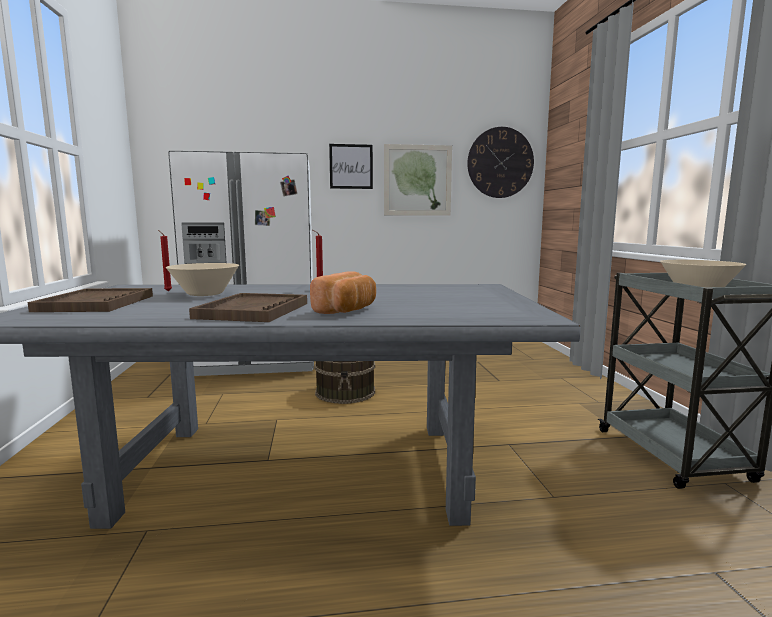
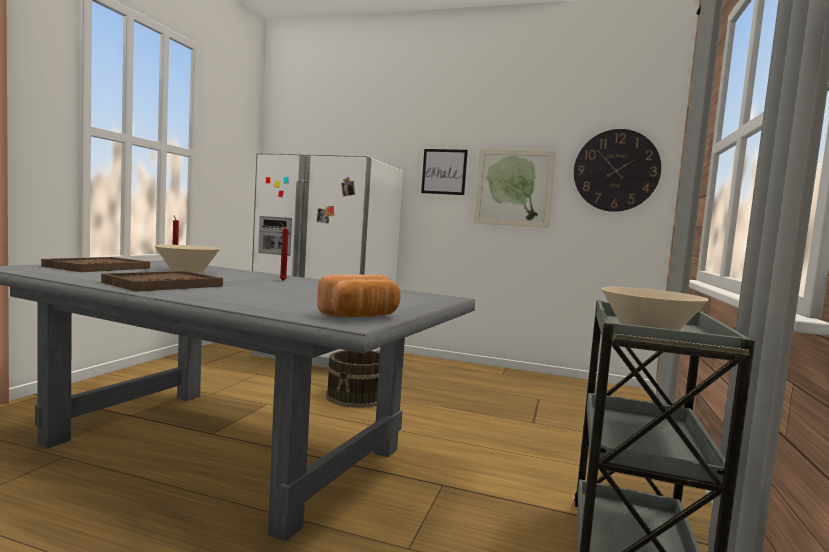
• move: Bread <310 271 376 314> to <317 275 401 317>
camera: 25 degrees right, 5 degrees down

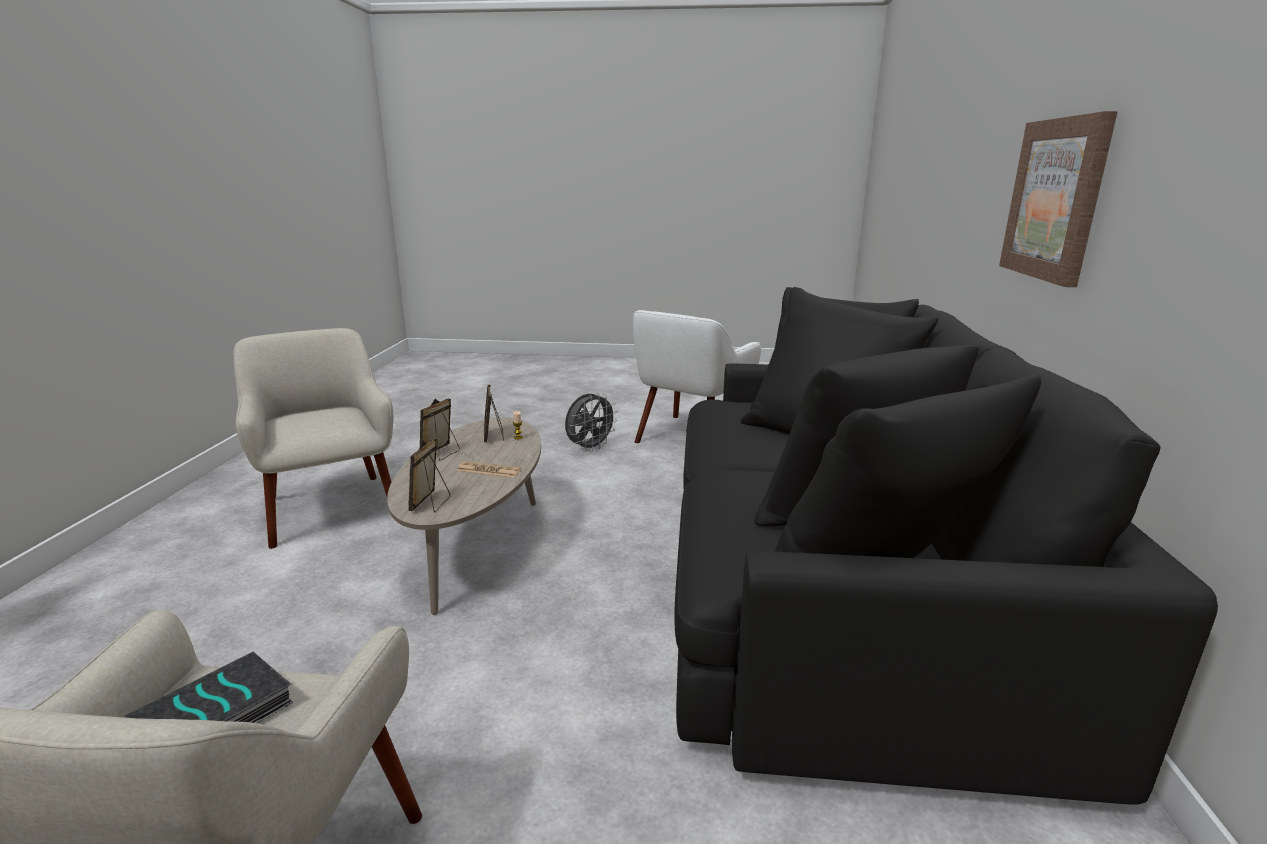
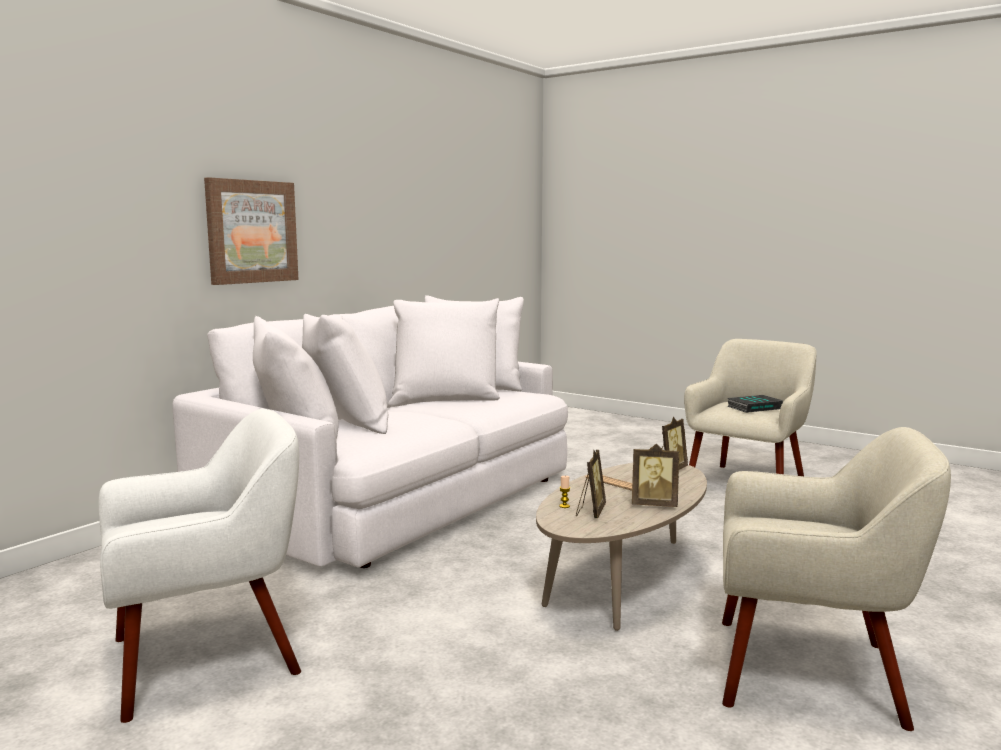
• recolor: BlackSofa <674 287 1218 805> to WhiteSofa <172 295 568 568>
• rotate: BeigeArmchair <233 328 393 549> = <722 427 951 731> 75 degrees counterclockwise
• delete: GreyFan <565 392 618 452>
• rotate: PictureFrame <420 398 460 460> = <632 444 679 507> 45 degrees clockwise
camera: 150 degrees left, 10 degrees down

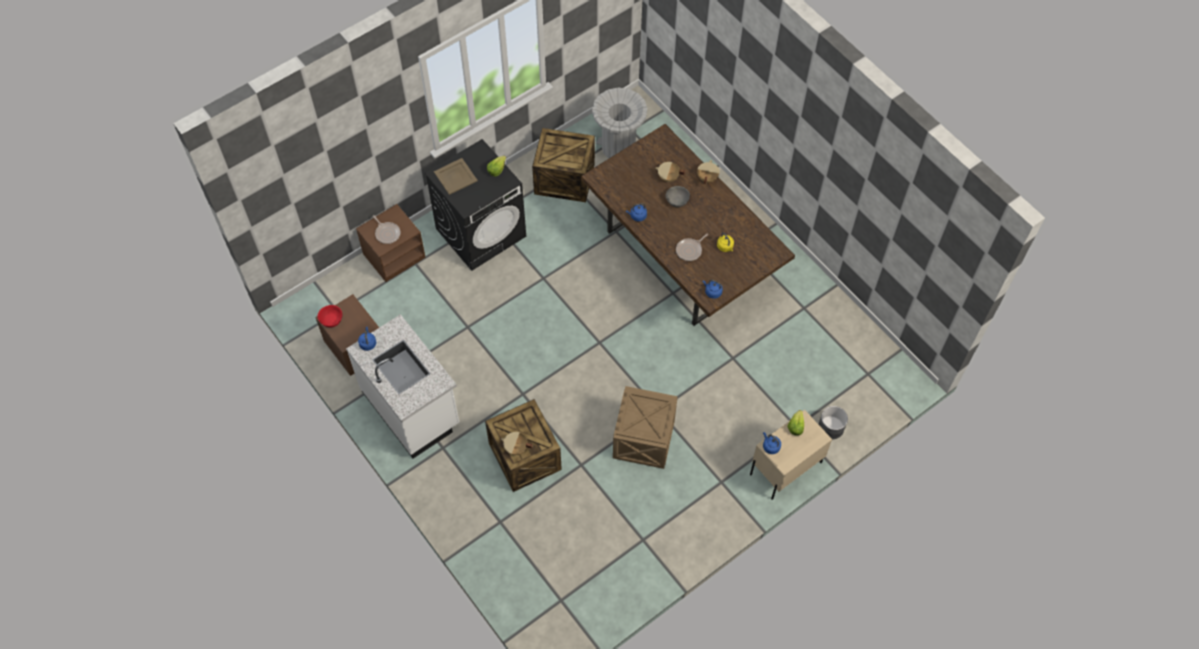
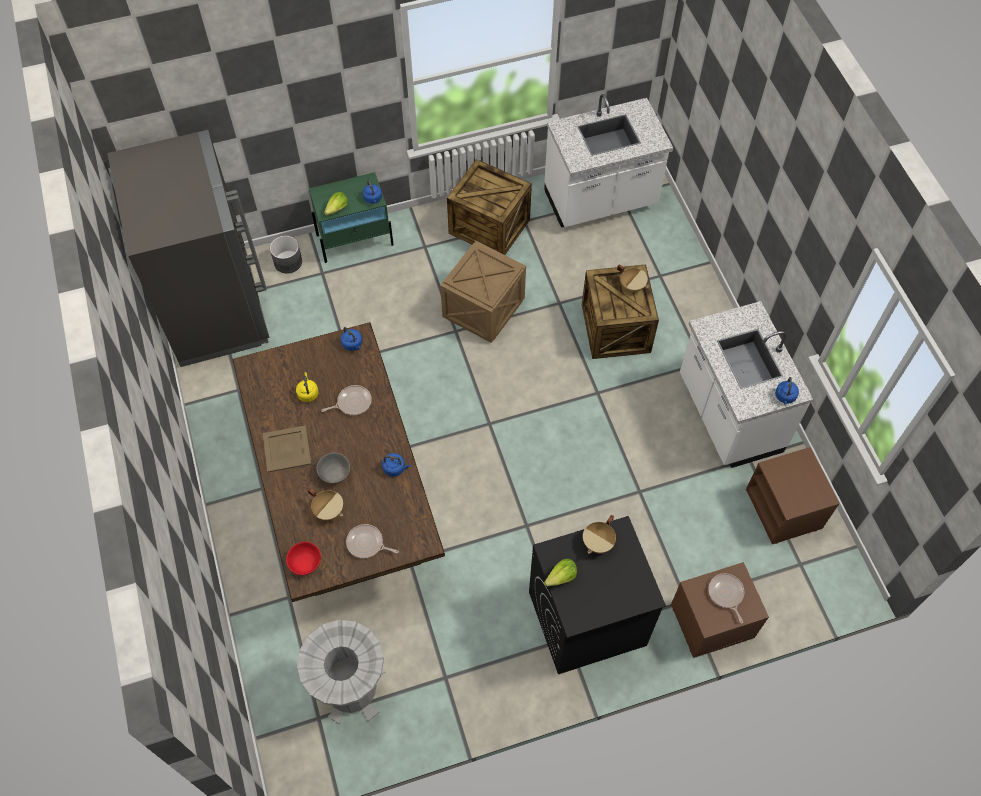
• move: Crate <532 128 595 202> to <447 160 532 255>
• move: BeigeTray <434 158 478 195> to <263 425 311 472>
• move: BeigeCookingPot <697 160 720 184> to <583 515 616 554>
• move: RedBowl <318 305 342 328> to <286 542 321 575>
• recolor: BeigeNightstand <750 410 832 500> to GreenNightstand <309 172 394 263>
• insert: WhiteCounter <544 94 673 227>
• insert: GreyFridge <107 130 269 367>
• insert: FryingPan <346 524 399 559>
camera: 160 degrees left, 0 degrees up

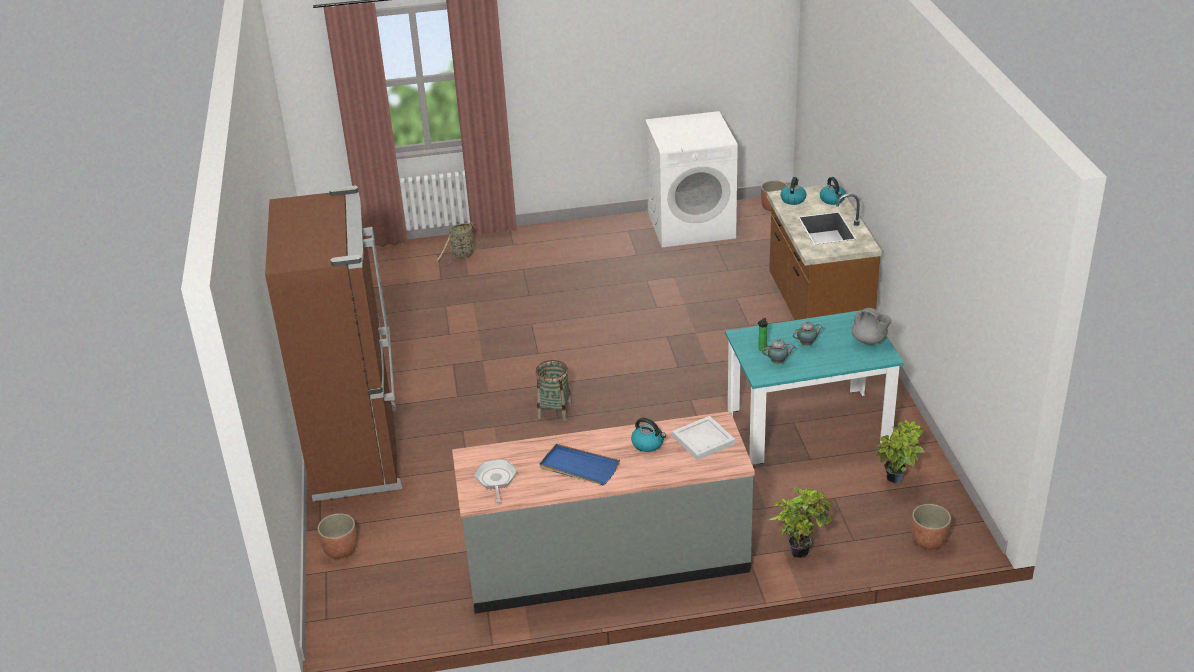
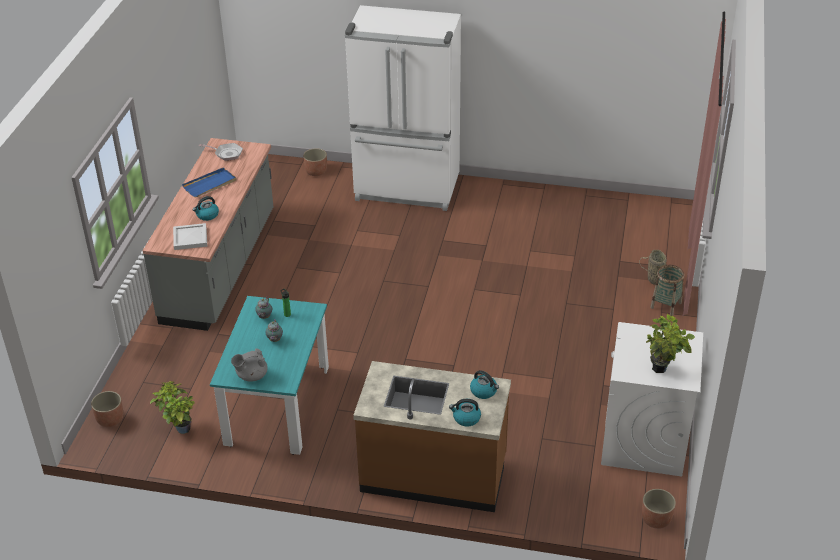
• recolor: BrownFridge <265 186 402 501> to WhiteFridge <345 5 461 211>
• move: Basket <536 360 572 421> to <650 265 684 316>
• move: PottedPlant <769 487 832 558> to <646 314 695 373>
camera: 110 degrees right, 5 degrees up

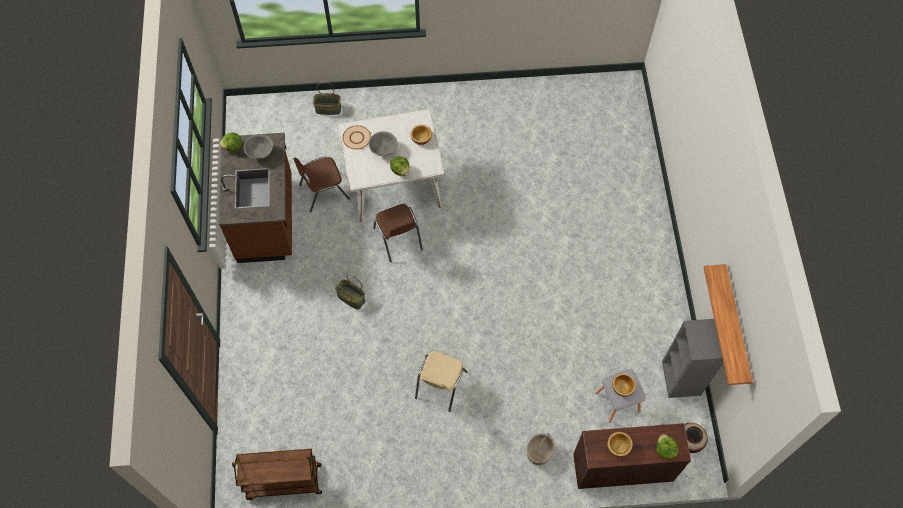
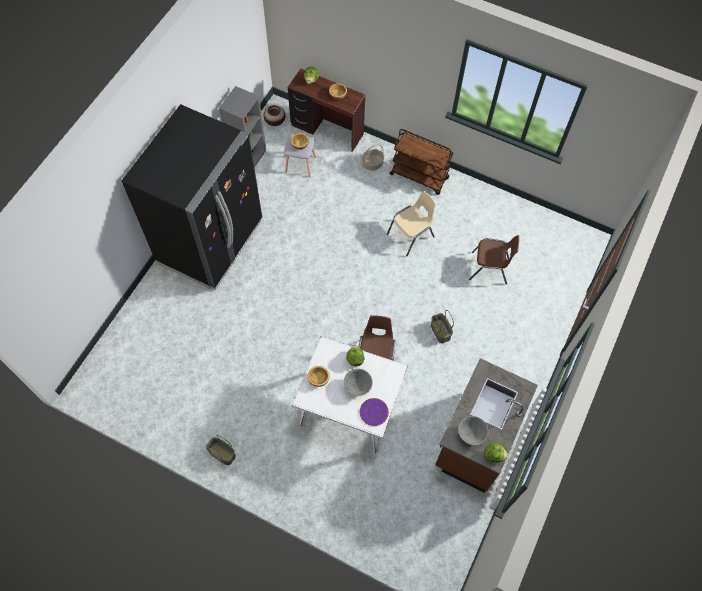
• move: Basket <313 82 341 115> to <206 435 236 465>
• recolor: BeigePlate <343 125 371 149> to PurplePlate <360 398 389 426>
• move: BrownChair <293 157 350 212> to <469 235 519 285>
• delete: Shelf <704 264 753 385>
• move: BrownCart <232 449 322 500> to <390 129 453 195>
• insert: BlackFridge <122 104 262 290>
camera: 150 degrees left, 0 degrees up

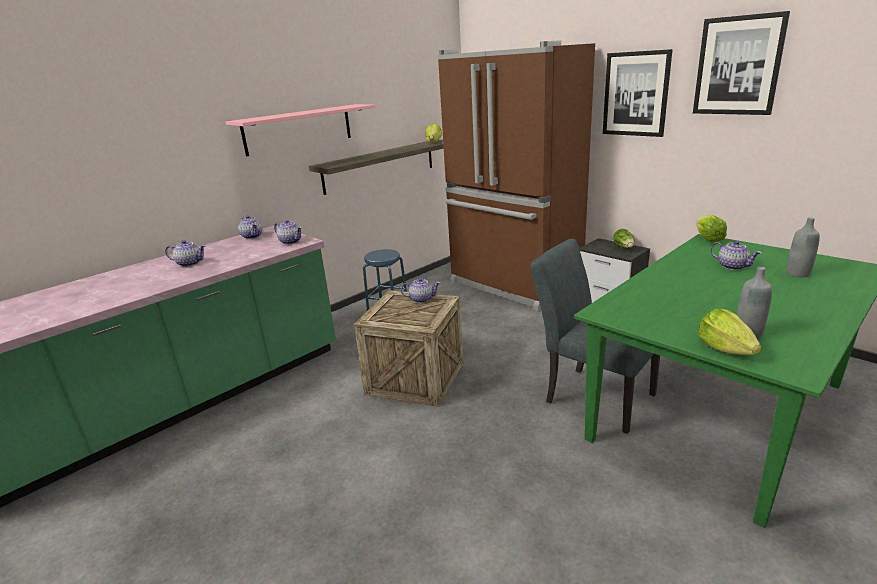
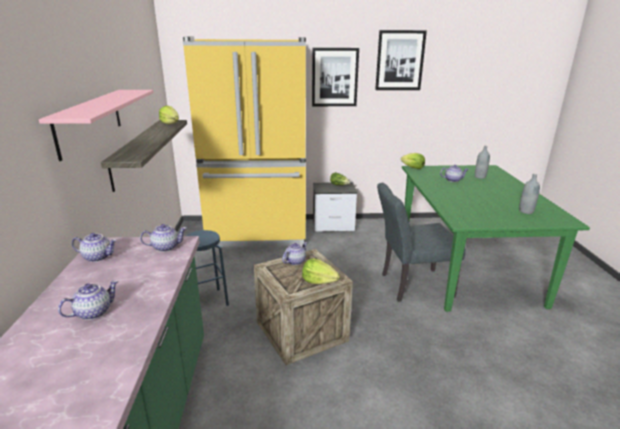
• recolor: BrownFridge <438 40 595 311> to YellowFridge <183 37 306 247>
• move: Lettuce <698 309 761 355> to <302 258 340 284>
camera: 50 degrees left, 0 degrees up

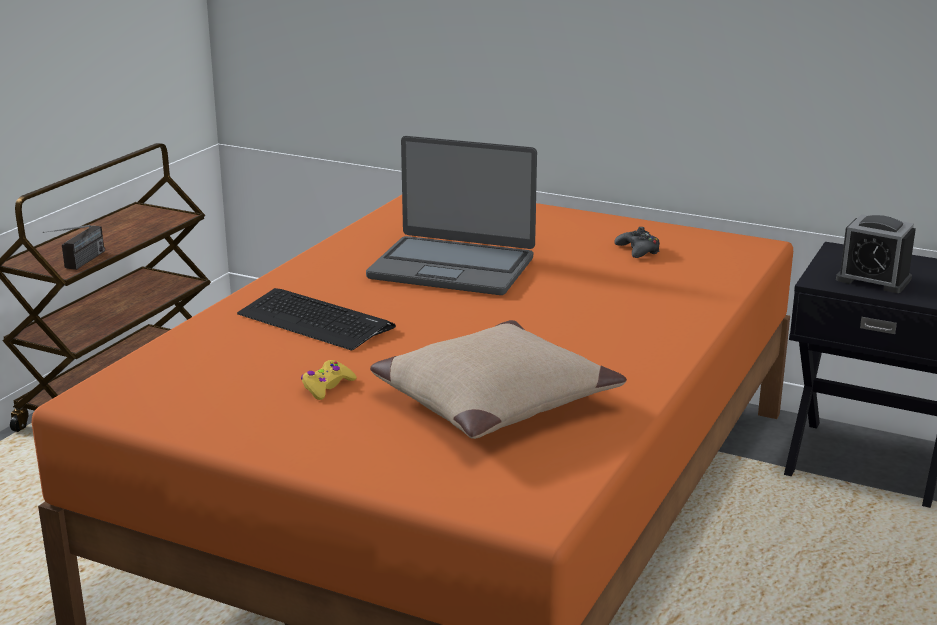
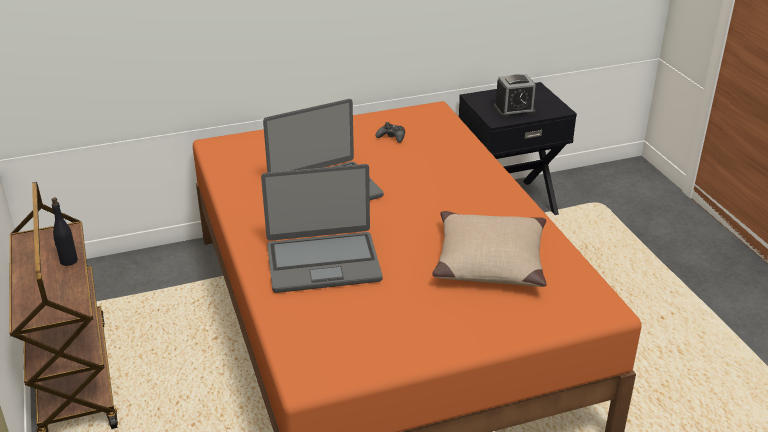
• delete: Radio <43 225 105 270>
• replace: Keyboard <237 288 396 351> to Laptop <261 164 383 293>
• delete: YellowGameController <301 360 357 400>
• insert: BlackBottle <51 197 78 266>
camera: 45 degrees left, 10 degrees up

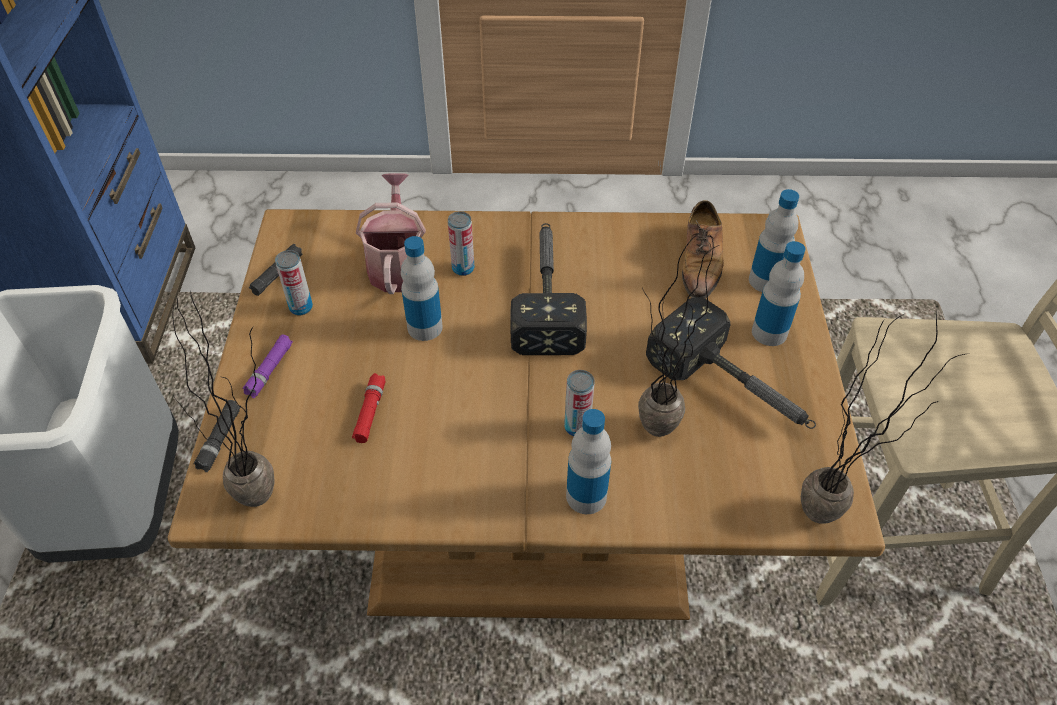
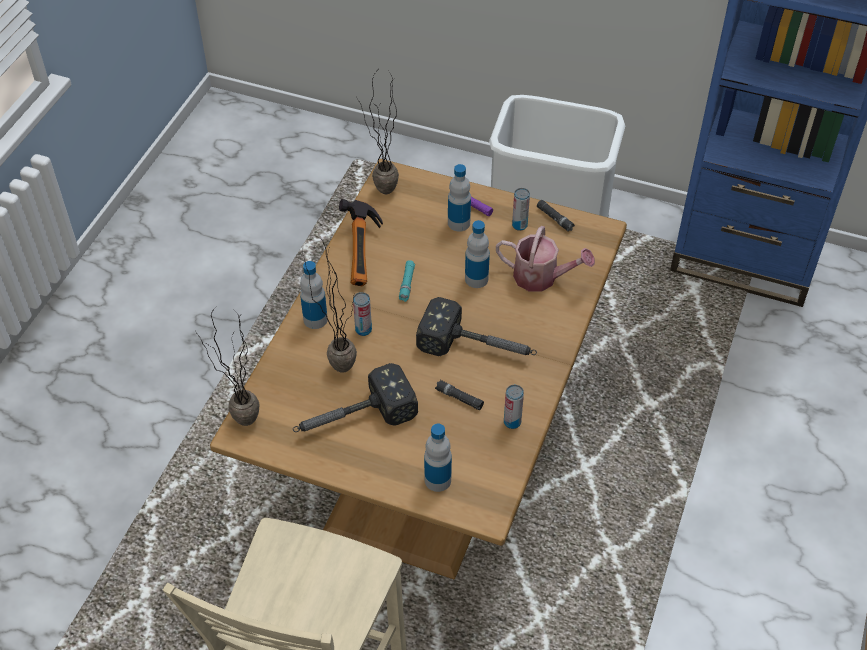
• delete: Shoe <682 200 724 299>
• move: Can <448 211 474 276> to <504 385 524 429>
• move: Bottle <752 241 805 346> to <448 164 471 232>
• delete: RedFlashlight <352 373 386 443>
• move: BlackFlashlight <194 400 241 472> to <435 380 484 410>
• insert: Hammer <339 199 383 286>
• insert: TurquoiseFlashlight <399 260 415 302>
camera: 110 degrees right, 0 degrees up

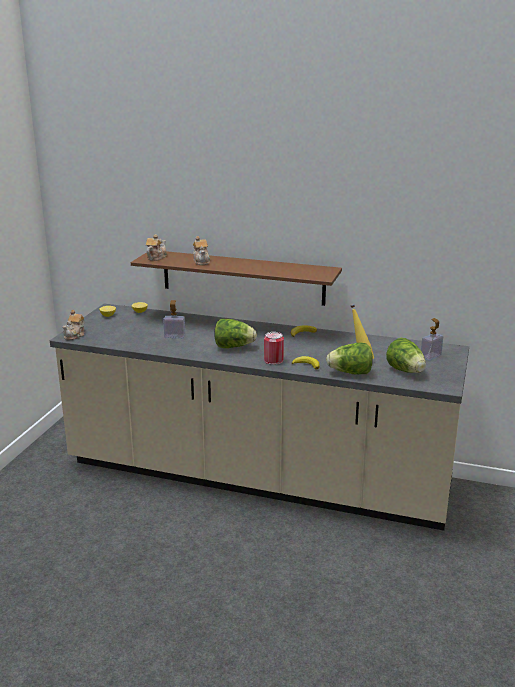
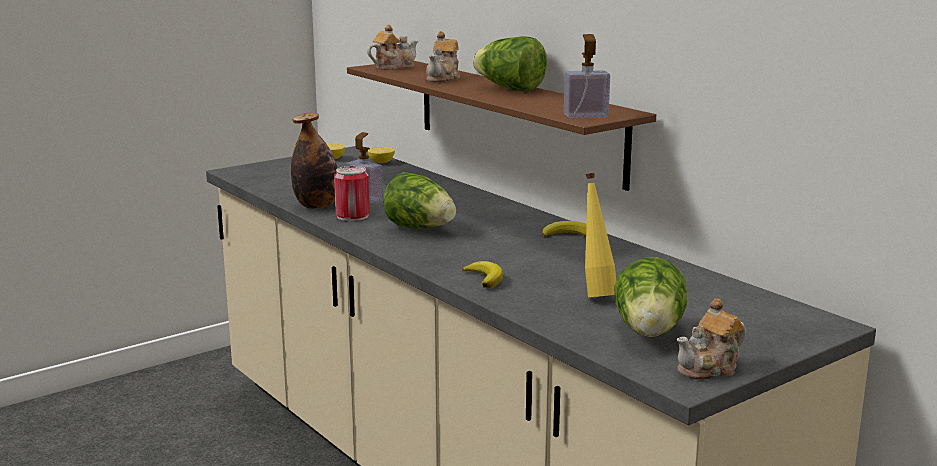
• move: Teapot <63 310 85 340> to <677 298 746 380>
• move: SoapDispenser <421 318 443 361> to <564 34 610 118>
• move: Can <264 332 284 365> to <334 166 370 221>
• move: Lettuce <326 343 373 374> to <473 36 547 91>
• insert: Bottle <291 112 338 209>
camera: 35 degrees right, 5 degrees down

